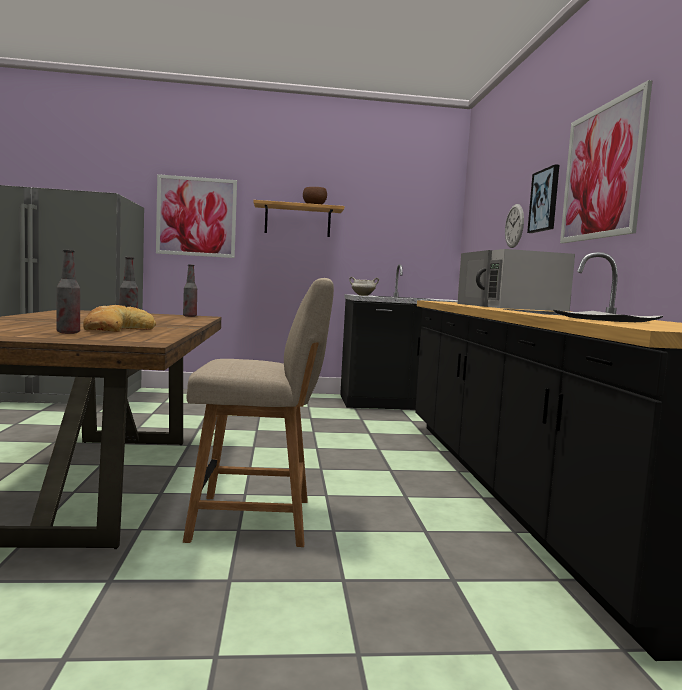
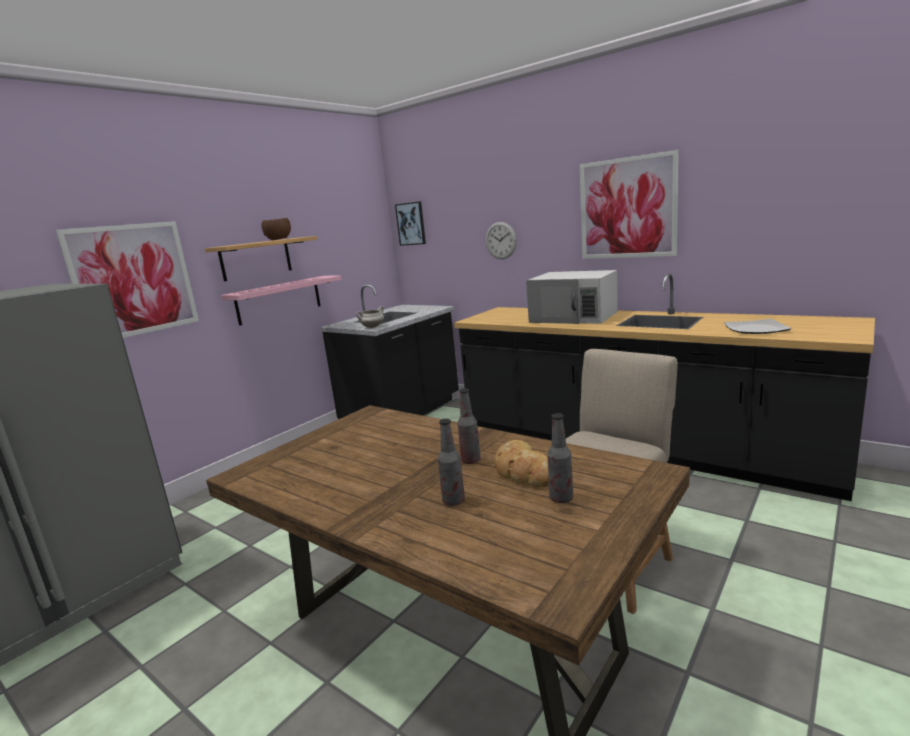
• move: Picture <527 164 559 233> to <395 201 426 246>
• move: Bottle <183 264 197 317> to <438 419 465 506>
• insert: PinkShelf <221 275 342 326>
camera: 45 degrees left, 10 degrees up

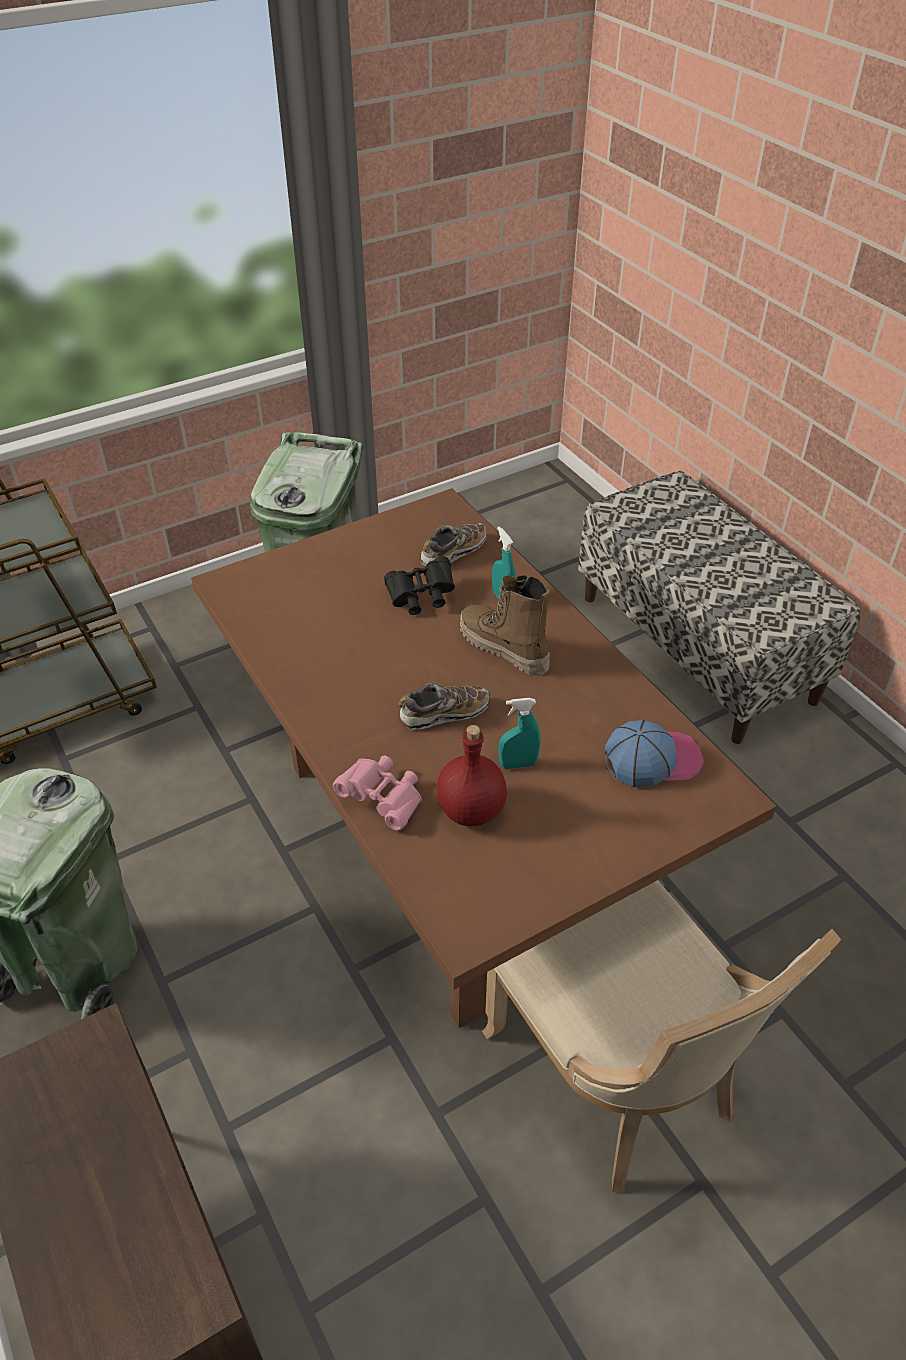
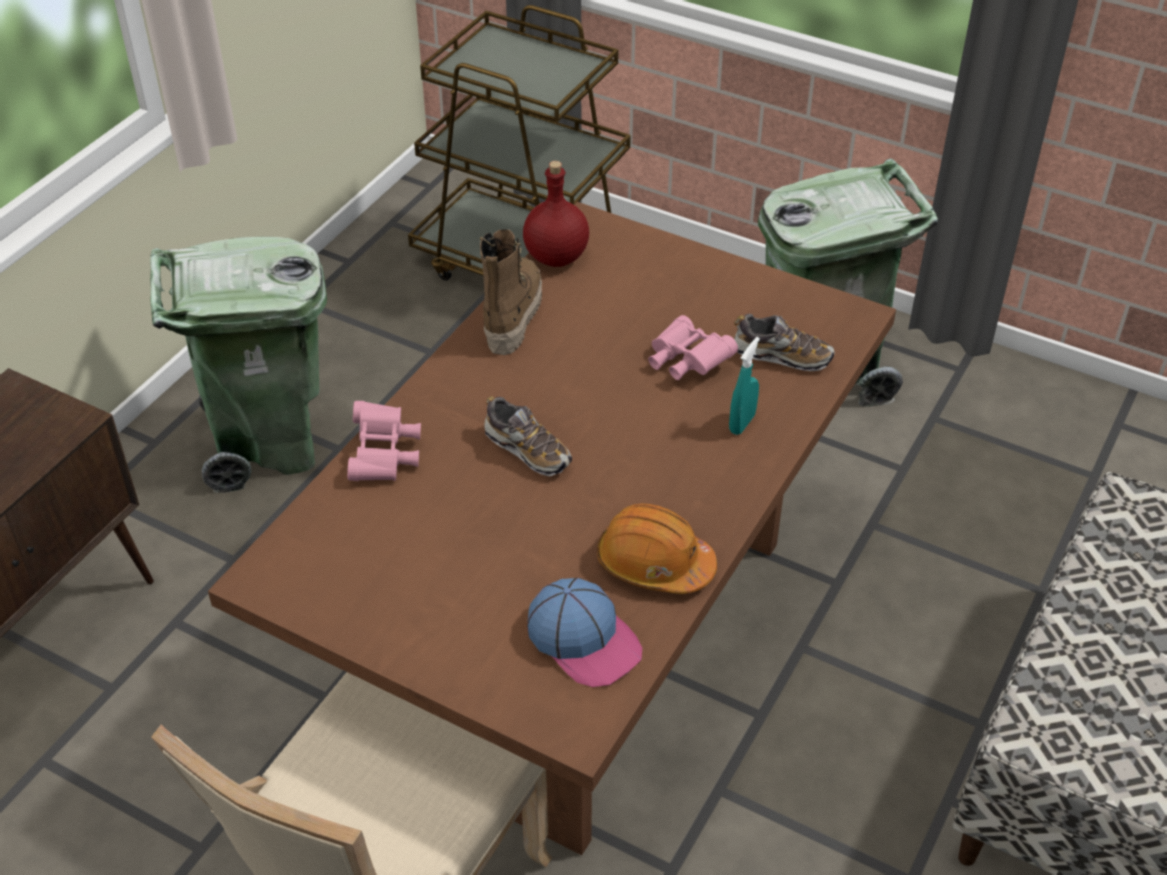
• recolor: BlackBinoculars <384 556 455 615> to PinkBinoculars <648 315 738 380>
• move: Boot <460 575 551 676> to <480 229 542 355>
• delete: TurquoiseSprayBottle <499 698 541 769>
• move: RedBottle <436 725 507 826> to <523 161 589 267>
• insert: OrangeHardHat <597 504 717 594>
camera: 60 degrees right, 0 degrees up

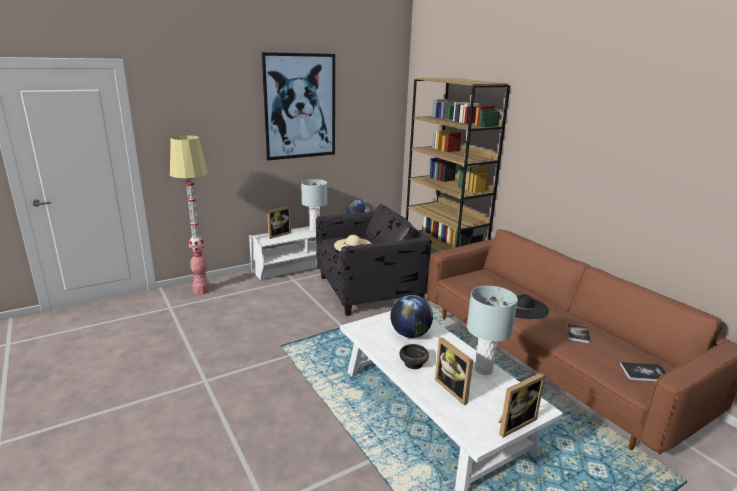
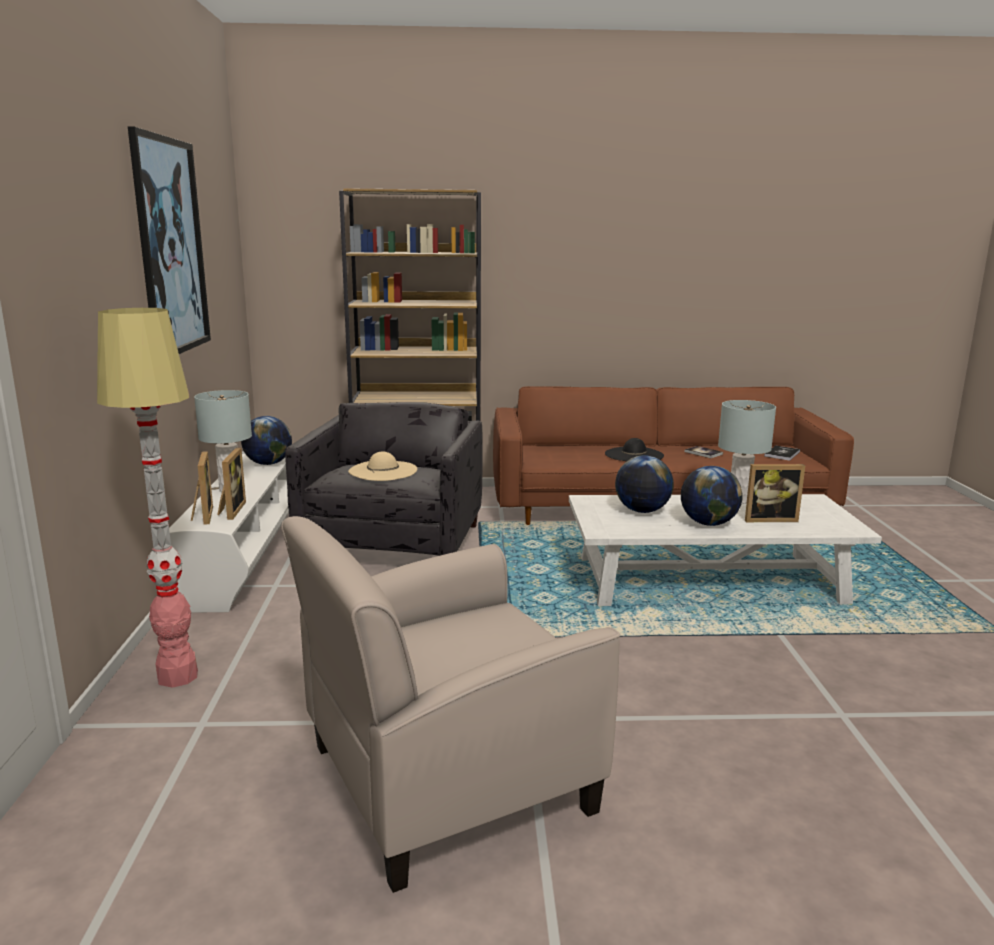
• replace: Bowl <399 344 429 369> to Globe <681 466 743 526>
• move: PictureFrame <498 373 546 438> to <217 448 246 520>
• insert: BeigeArmchair <281 516 620 893>
camera: 60 degrees left, 5 degrees down

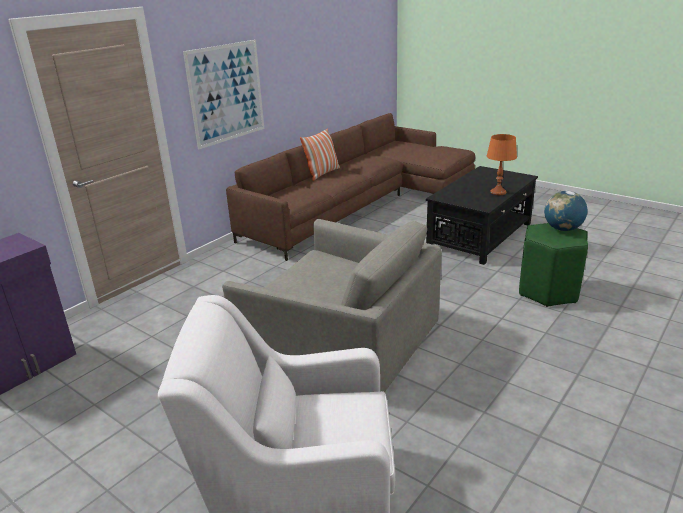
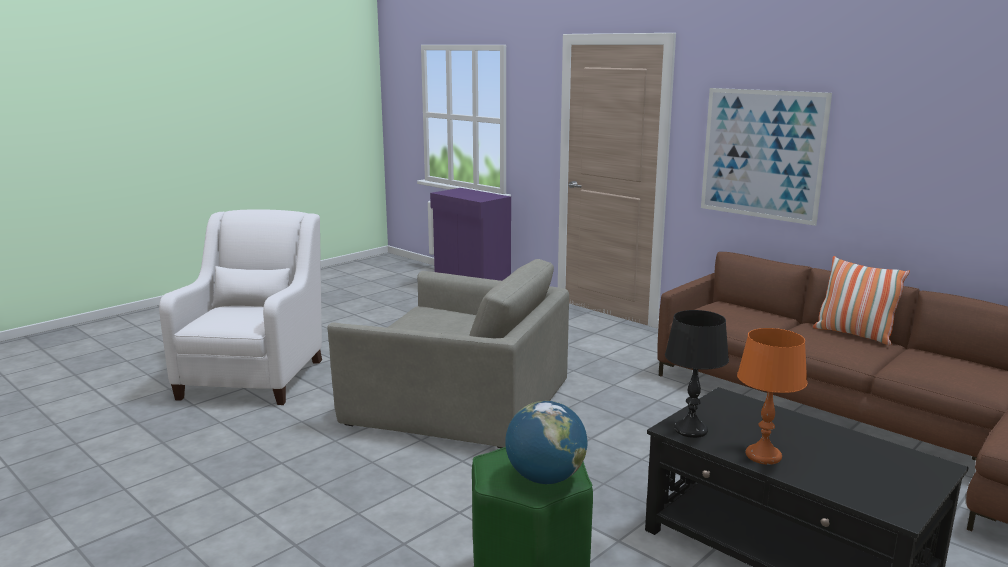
• rotate: GreyArmchair <222 219 442 392> = <327 259 569 448> 105 degrees counterclockwise
• insert: BlackTableLamp <665 310 729 438>
camera: 95 degrees right, 10 degrees down

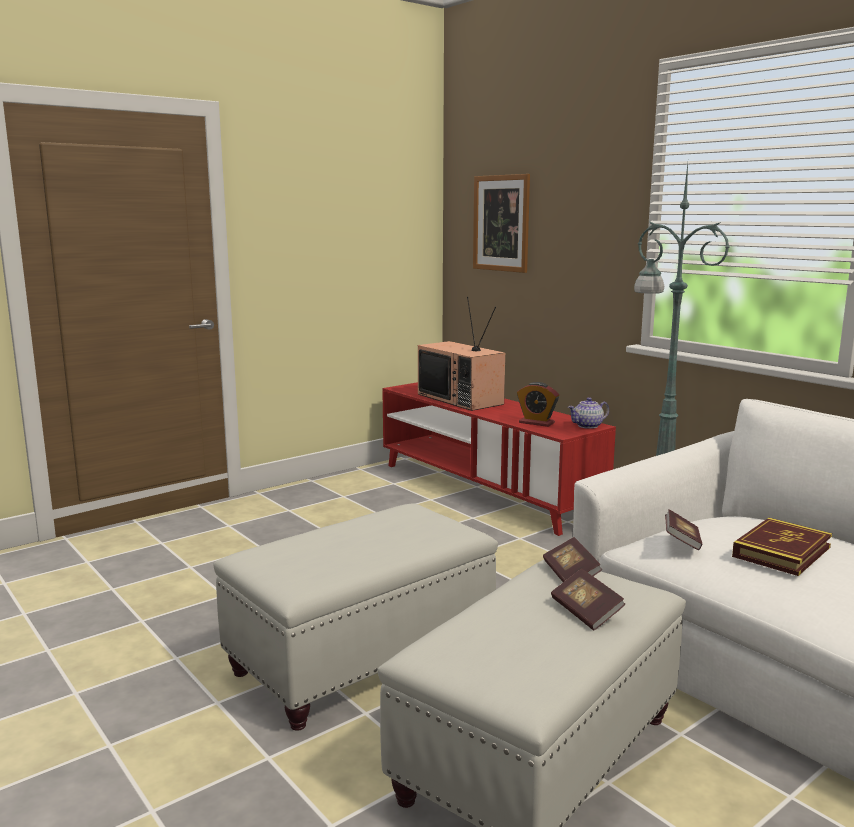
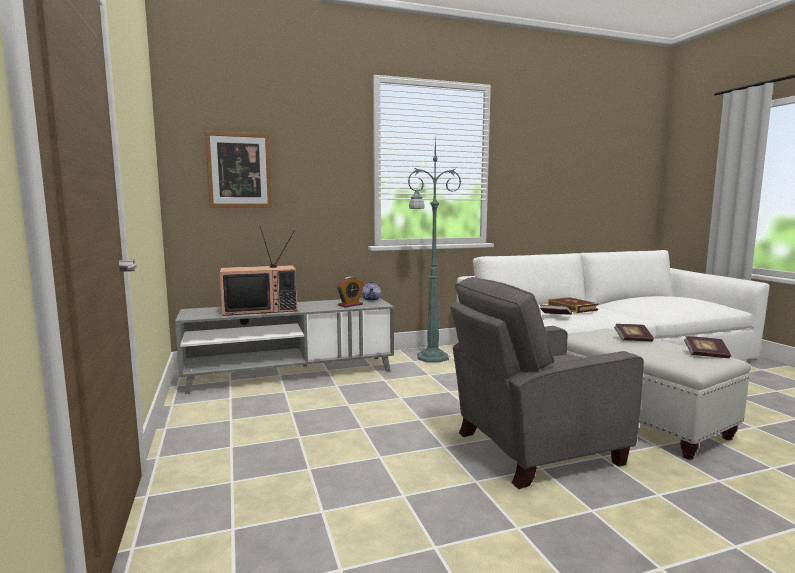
• recolor: RedTvStand <382 382 616 536> to GreyTvStand <175 298 394 394>
• replace: WhiteOttoman <214 503 498 731> to GreyArmchair <450 277 644 489>
• move: Book <543 537 602 582> to <684 336 731 358>
camera: 70 degrees left, 5 degrees down

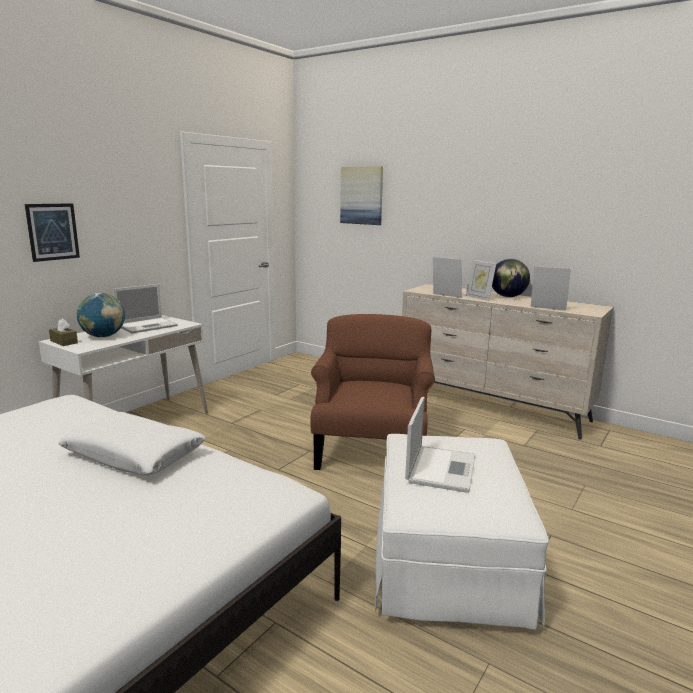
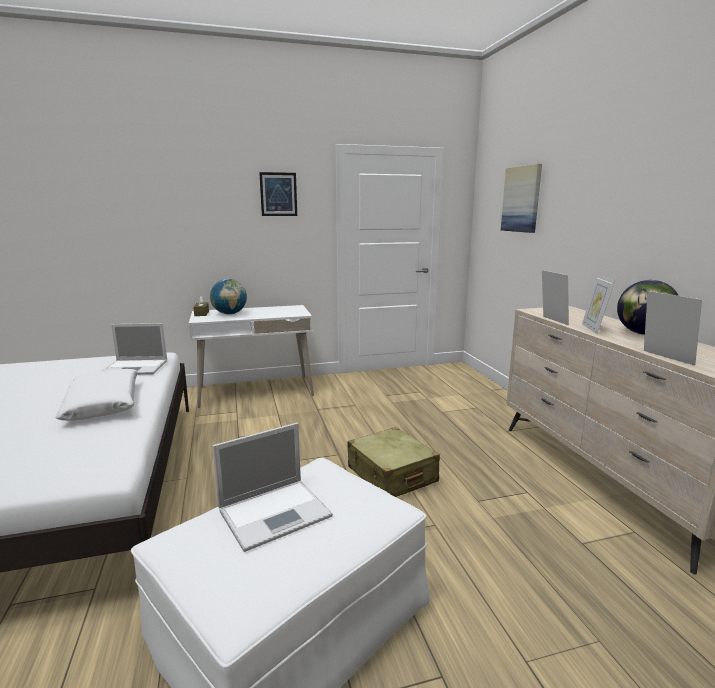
• move: Picture <25 203 80 262> to <259 172 297 216>
• move: Laptop <113 284 178 334> to <103 323 167 375>
• replace: BrownArmchair <310 314 435 470> to BeigeSuitcase <347 427 440 497>
camera: 40 degrees right, 0 degrees up

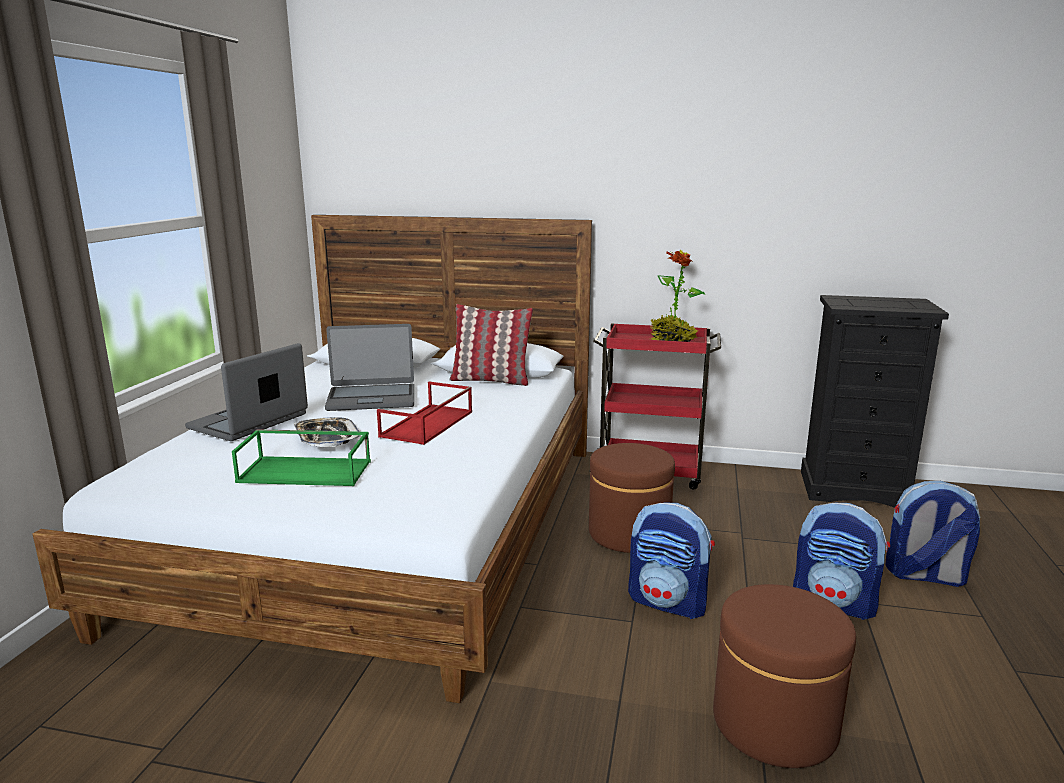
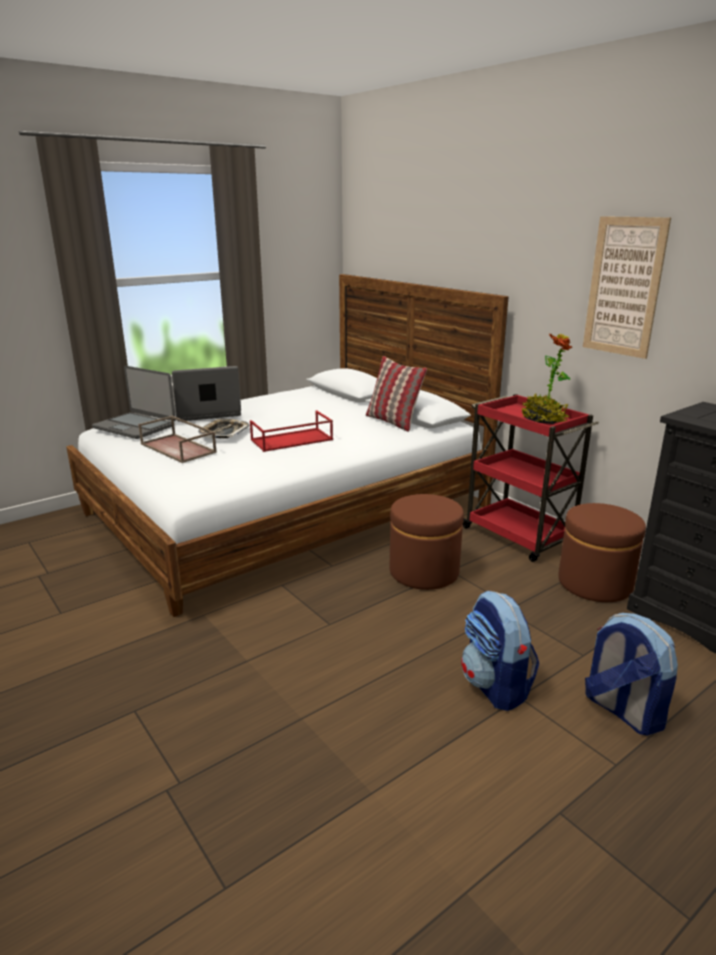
• move: Laptop <325 324 414 411> to <92 366 175 439>
• recolor: GreenTray <232 429 371 486> to BrownTray <138 416 217 463>
• delete: Backpack <628 503 715 619>
• move: BrownOttoman <713 584 856 768> to <558 503 646 602>
• insert: Picture <583 216 671 359>
camera: 40 degrees right, 5 degrees up

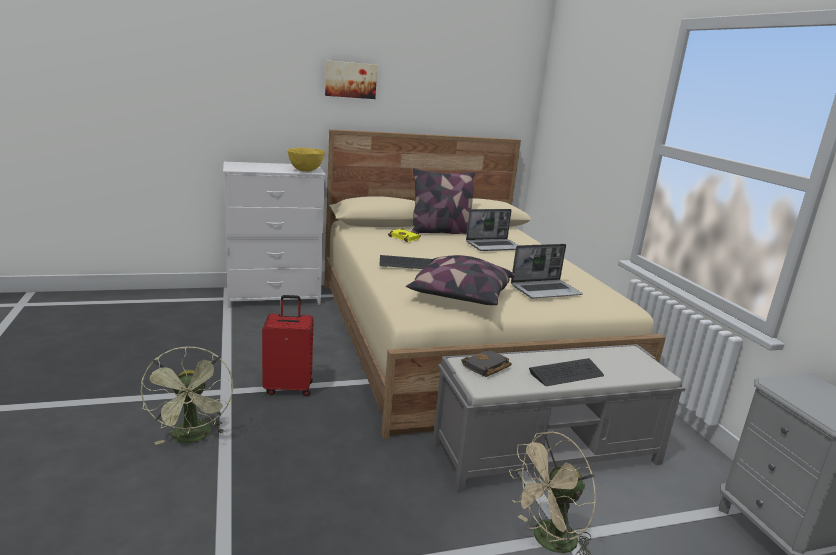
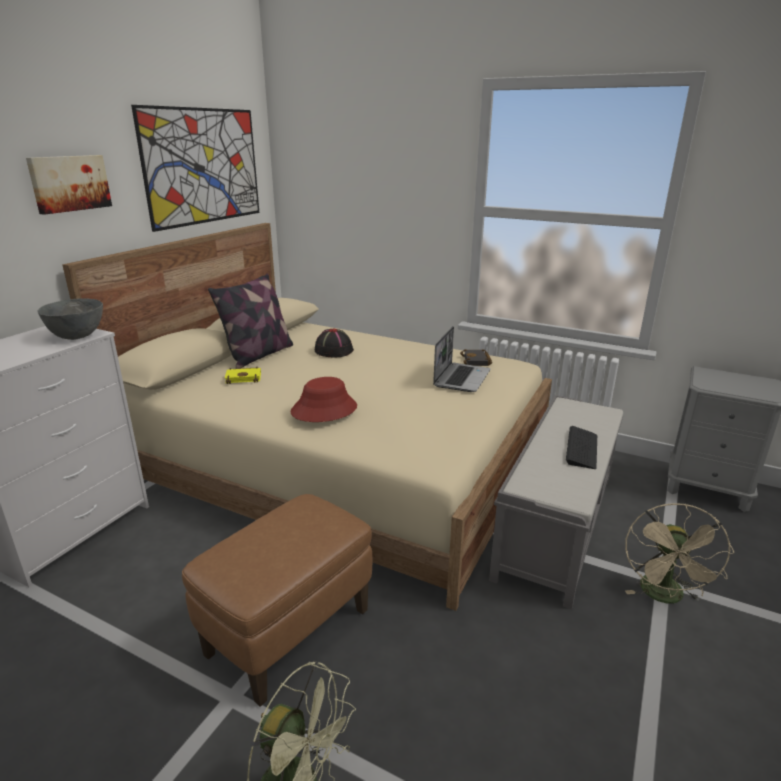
• recolor: YellowBowl <287 148 325 172> to GreyBowl <37 298 103 340>
• replace: Laptop <466 209 518 251> to BlackHat <315 328 354 358>
• replace: Keyboard <380 255 432 269> to RedHat <291 377 357 422>
• delete: Pillow <406 255 515 305>
• replace: RedSuitcase <262 295 314 396> to BrownOttoman <182 494 372 707>
• move: BlackBook <461 349 512 377> to <460 349 492 366>
• insert: Picture <131 105 259 232>
camera: 45 degrees left, 5 degrees up

